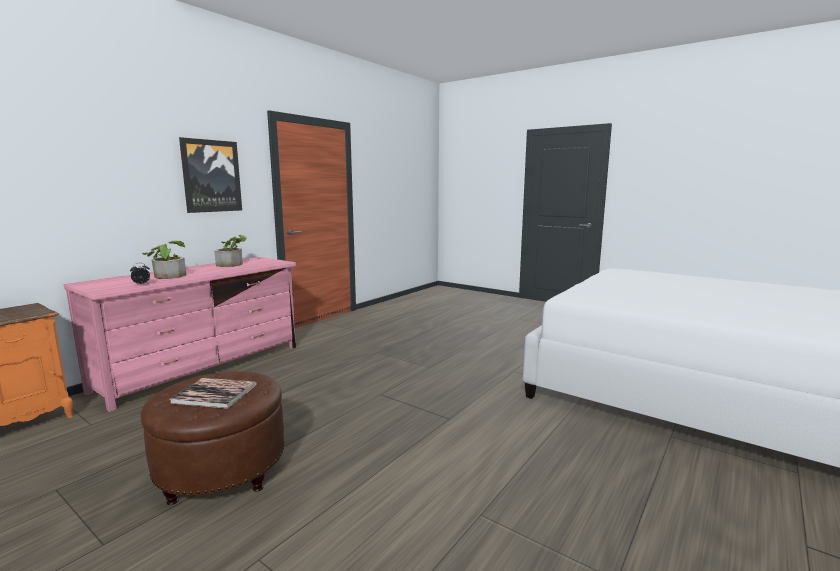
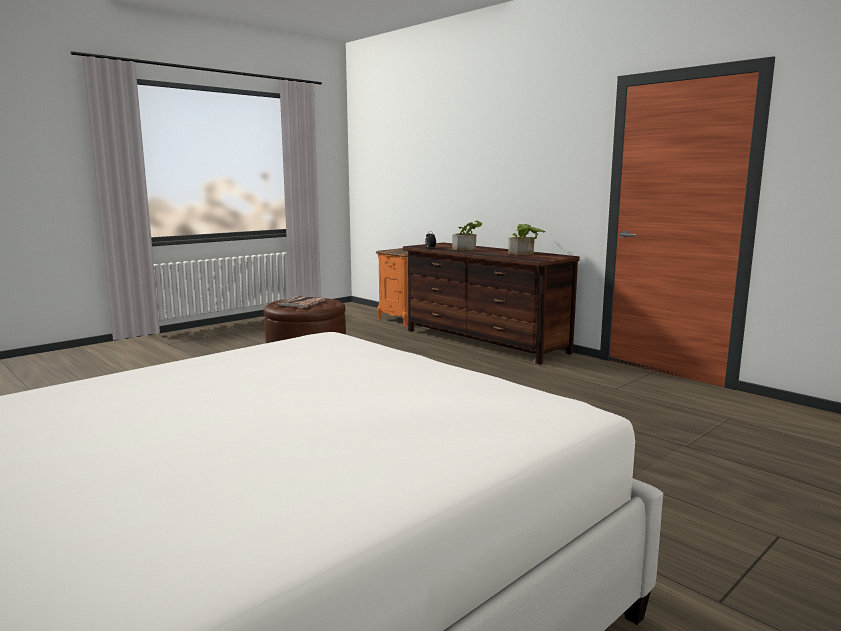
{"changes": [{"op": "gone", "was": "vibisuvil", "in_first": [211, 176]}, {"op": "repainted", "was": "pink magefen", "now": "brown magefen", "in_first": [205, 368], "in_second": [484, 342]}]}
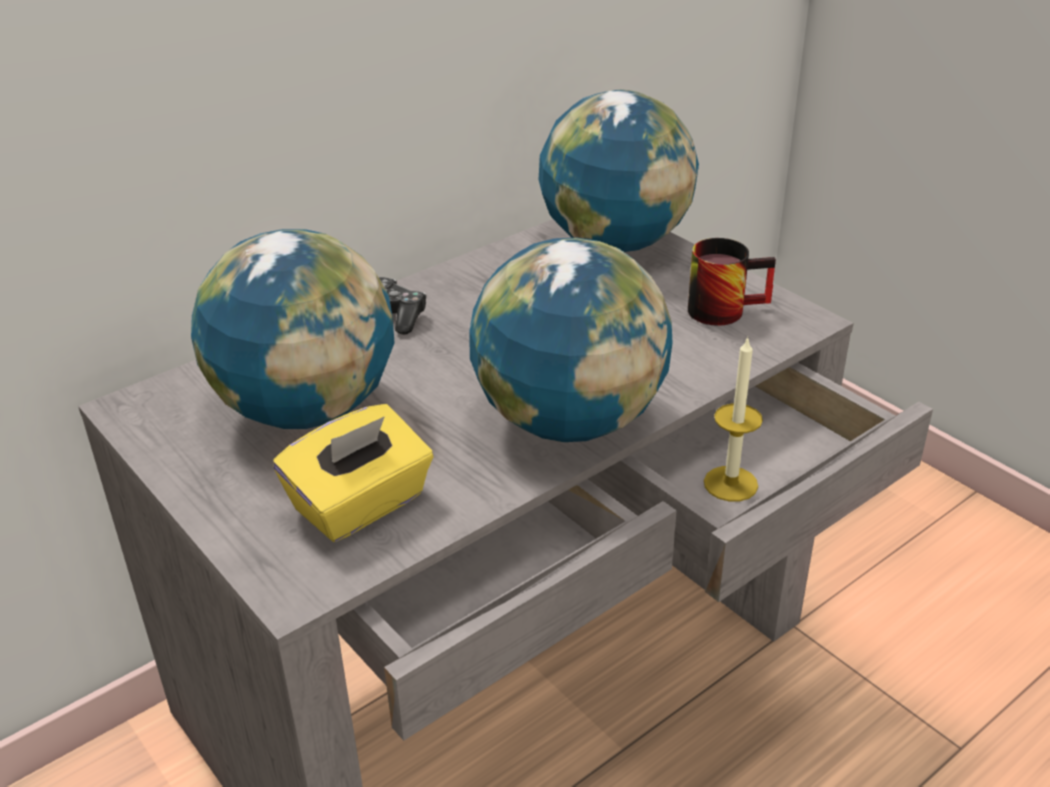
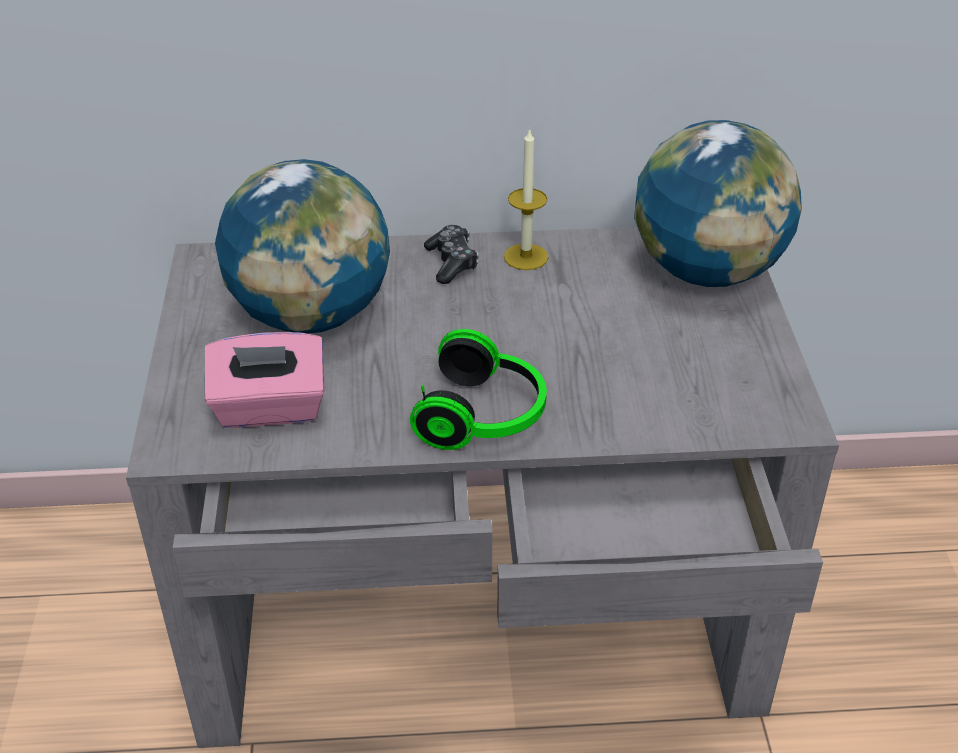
{"changes": [{"op": "swapped", "was": "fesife", "now": "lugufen", "in_first": [570, 421], "in_second": [484, 416]}, {"op": "gone", "was": "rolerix", "in_first": [724, 307]}, {"op": "shifted", "was": "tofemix", "in_first": [730, 483], "in_second": [526, 257]}, {"op": "repainted", "was": "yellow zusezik", "now": "pink zusezik", "in_first": [361, 505], "in_second": [270, 408]}]}
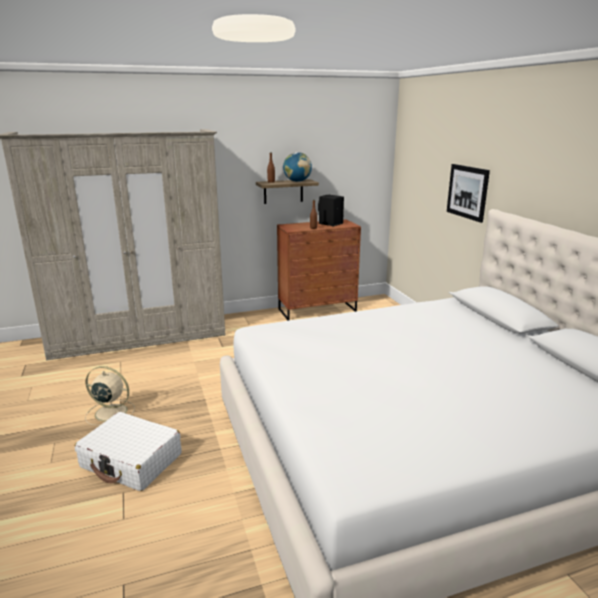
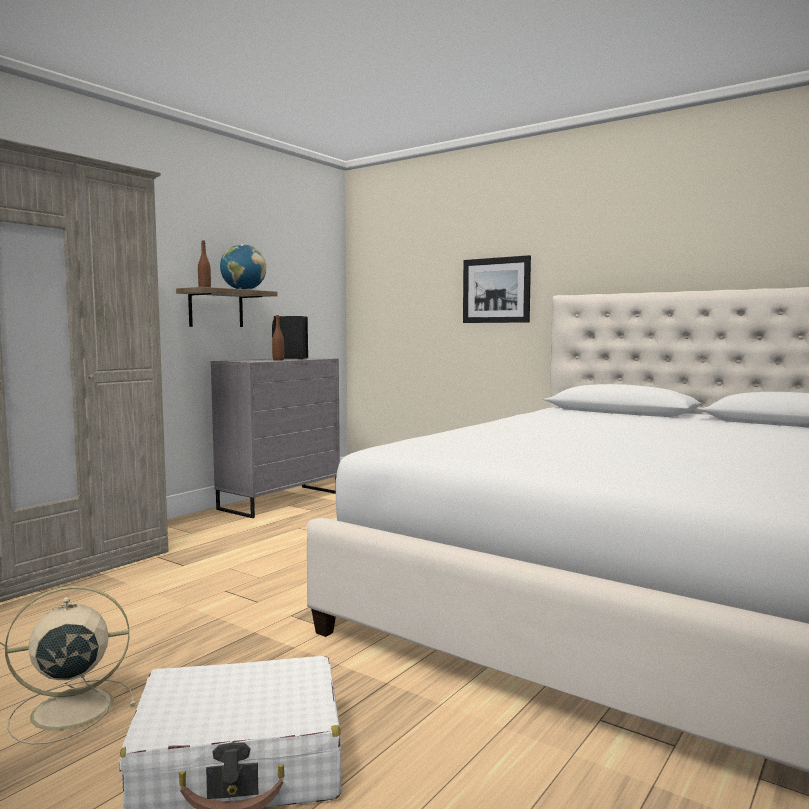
{"changes": [{"op": "repainted", "was": "brown magefen", "now": "grey magefen", "in_first": [317, 310], "in_second": [280, 501]}]}
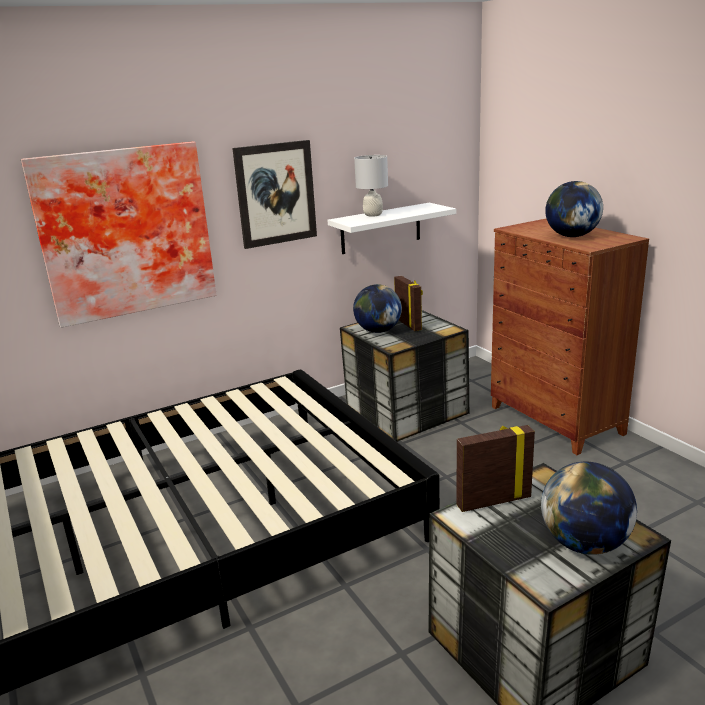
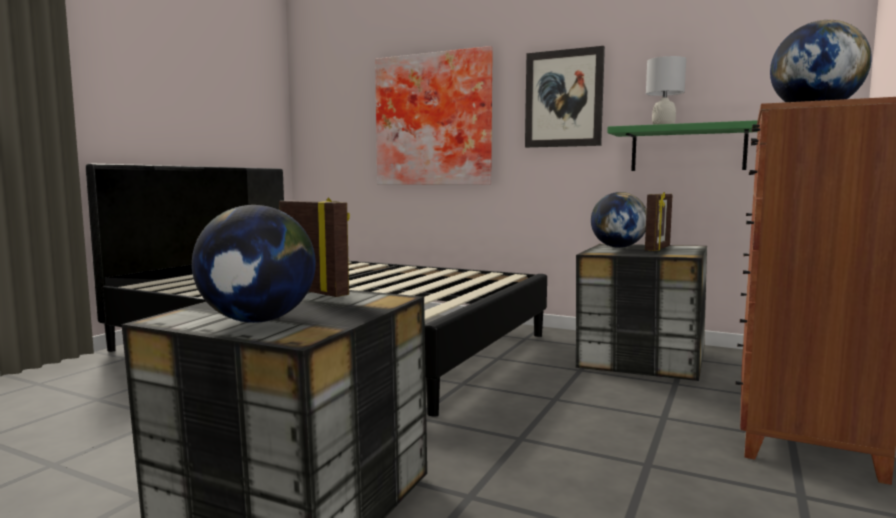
{"changes": [{"op": "repainted", "was": "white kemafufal", "now": "green kemafufal", "in_first": [381, 228], "in_second": [687, 149]}]}
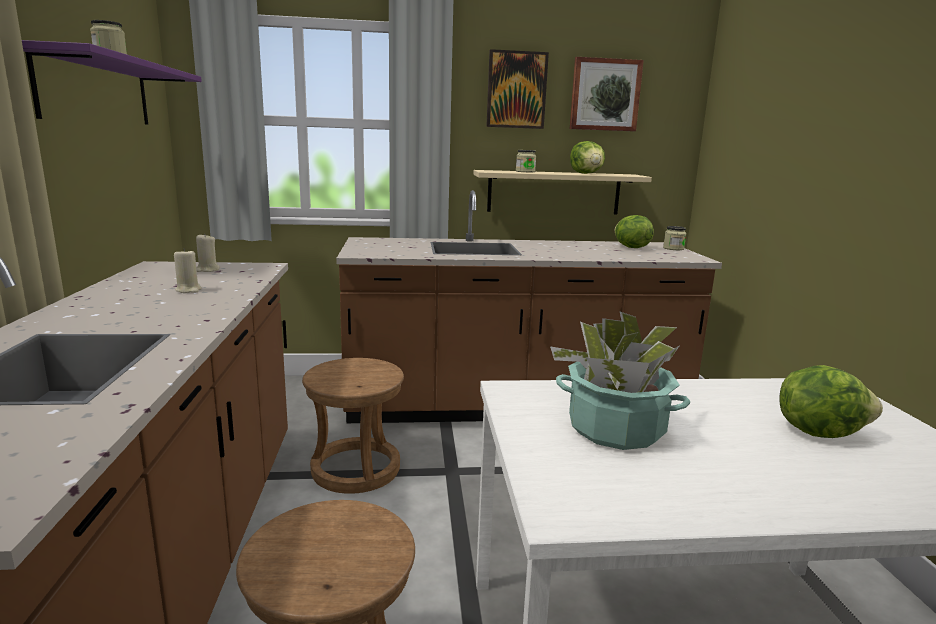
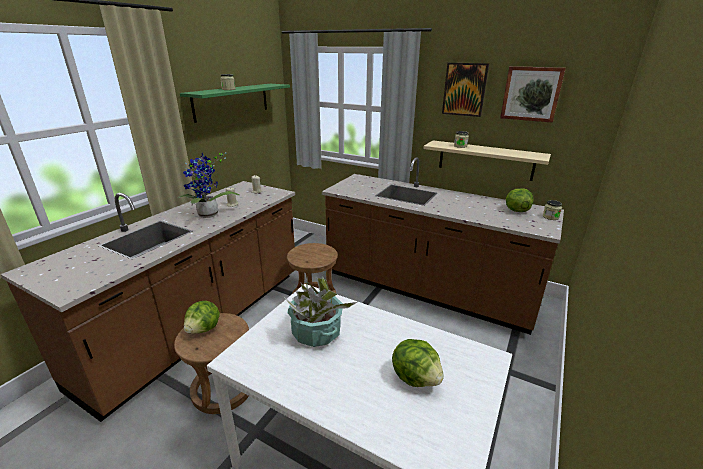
{"changes": [{"op": "repainted", "was": "purple kemafufal", "now": "green kemafufal", "in_first": [96, 91], "in_second": [232, 101]}, {"op": "shifted", "was": "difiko", "in_first": [586, 173], "in_second": [204, 329]}, {"op": "new", "now": "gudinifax", "in_second": [208, 216]}]}
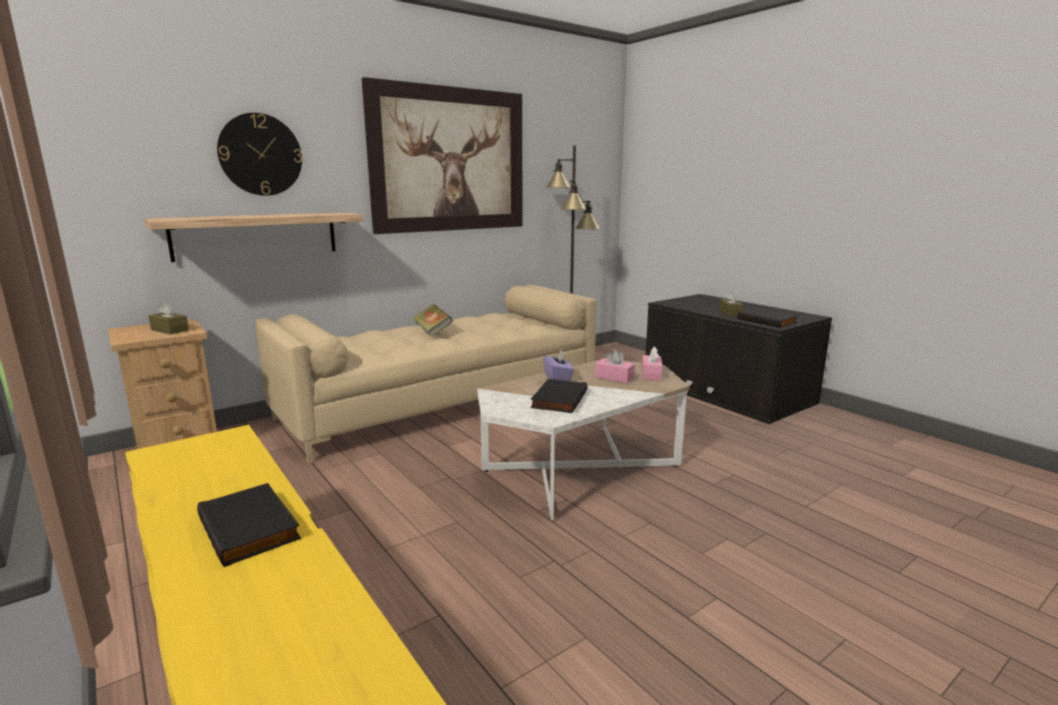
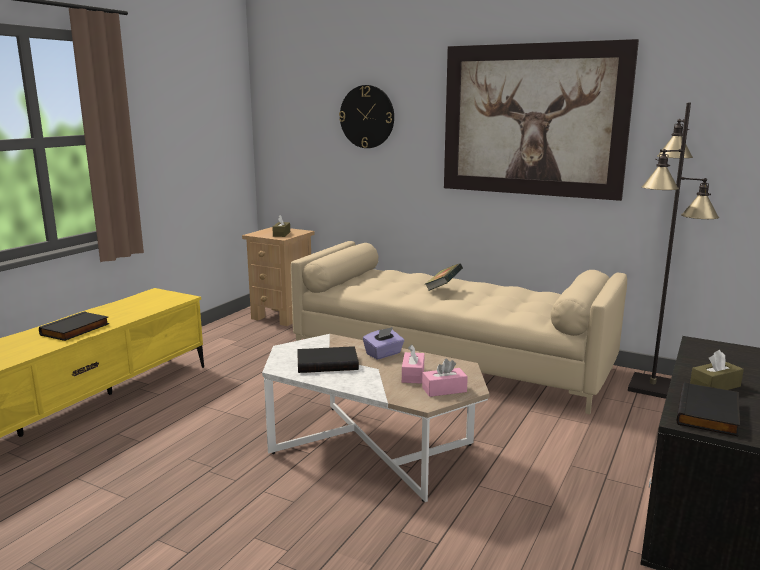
{"changes": [{"op": "gone", "was": "kemafufal", "in_first": [256, 235]}]}
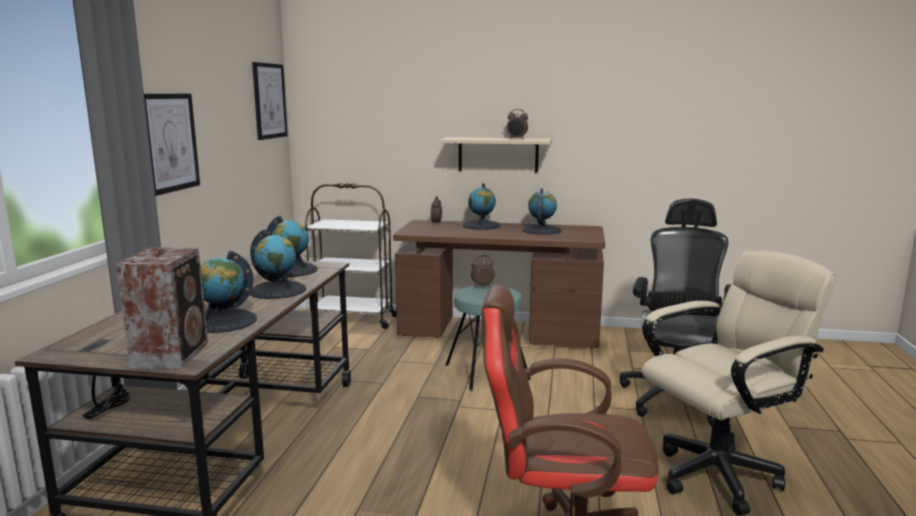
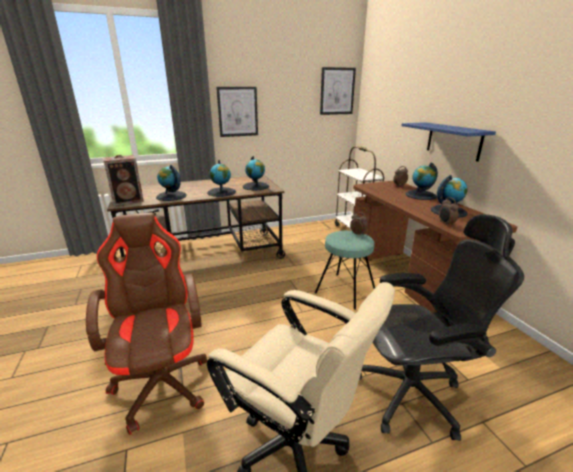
{"changes": [{"op": "shifted", "was": "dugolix", "in_first": [517, 138], "in_second": [445, 224]}, {"op": "repainted", "was": "beige kemafufal", "now": "blue kemafufal", "in_first": [498, 154], "in_second": [453, 141]}]}
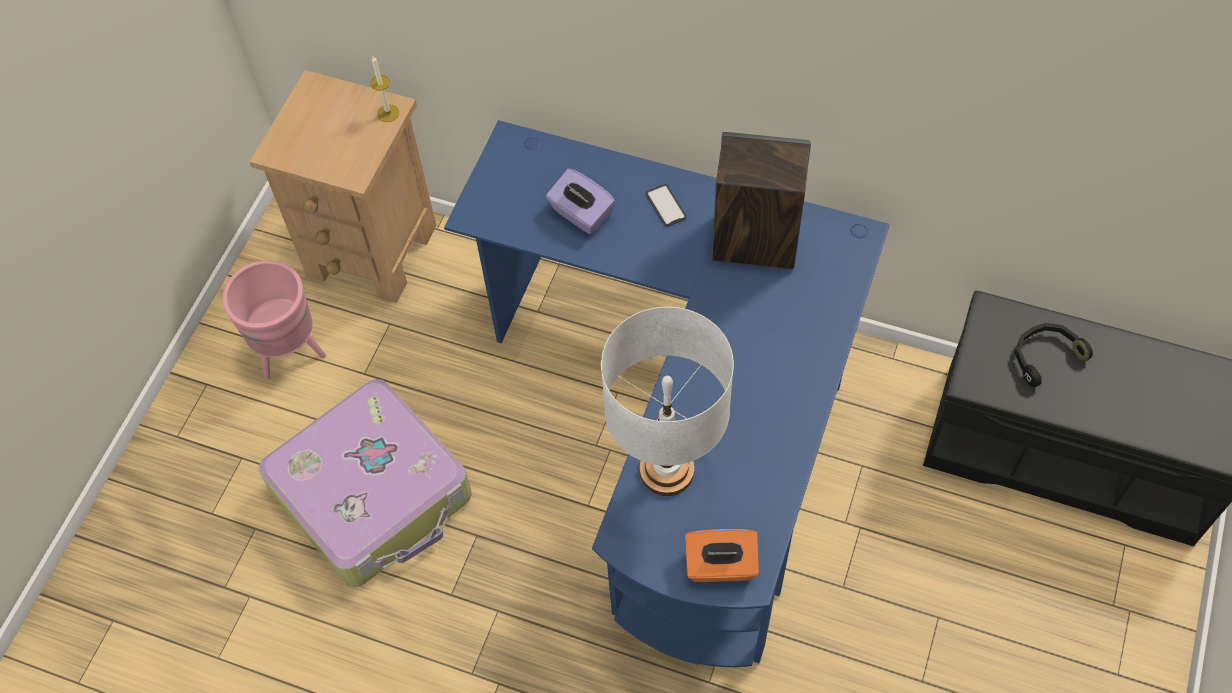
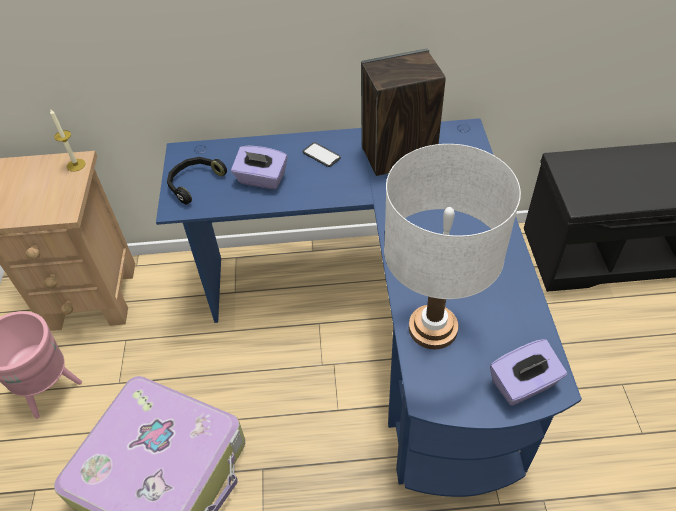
{"changes": [{"op": "shifted", "was": "black lugufen", "in_first": [1044, 356], "in_second": [194, 183]}, {"op": "repainted", "was": "orange zusezik", "now": "purple zusezik", "in_first": [721, 566], "in_second": [523, 384]}]}
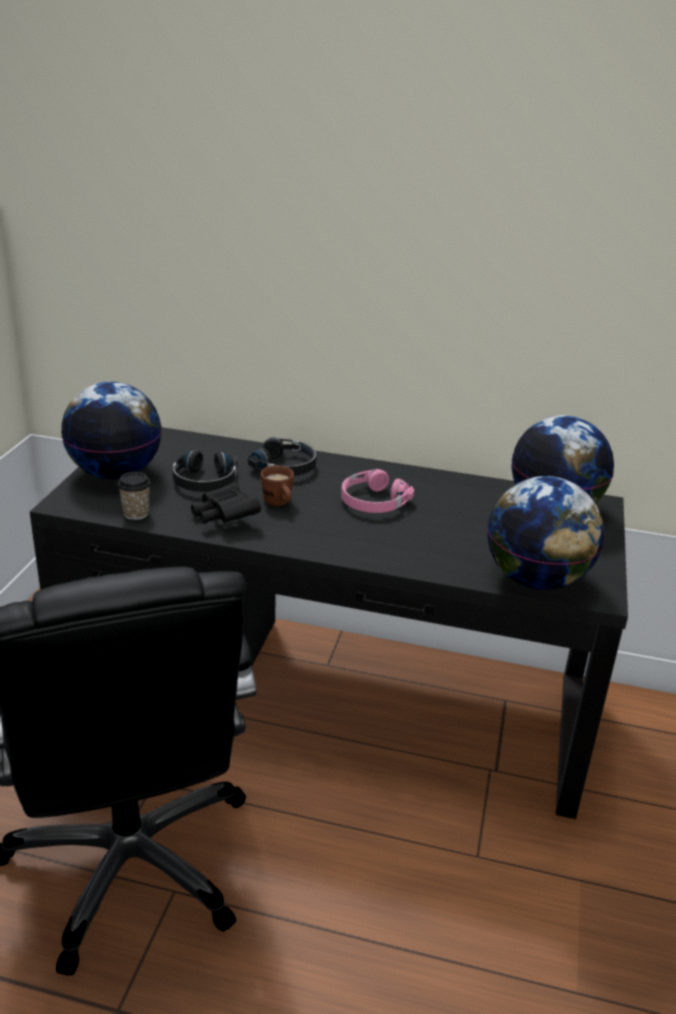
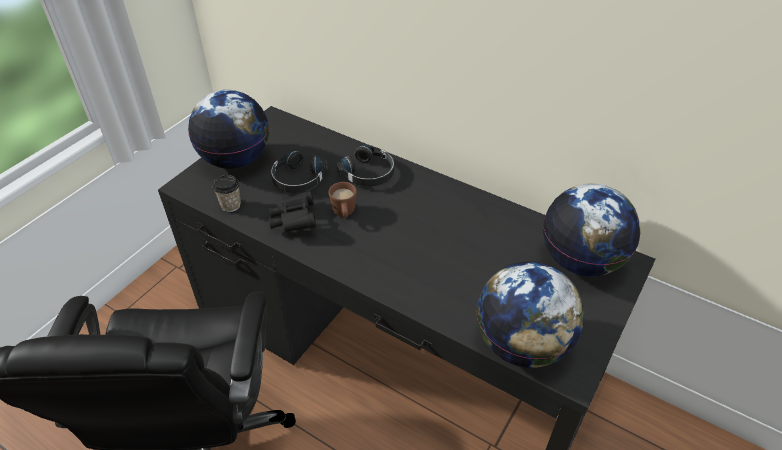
{"changes": [{"op": "gone", "was": "pink lugufen", "in_first": [372, 501]}]}
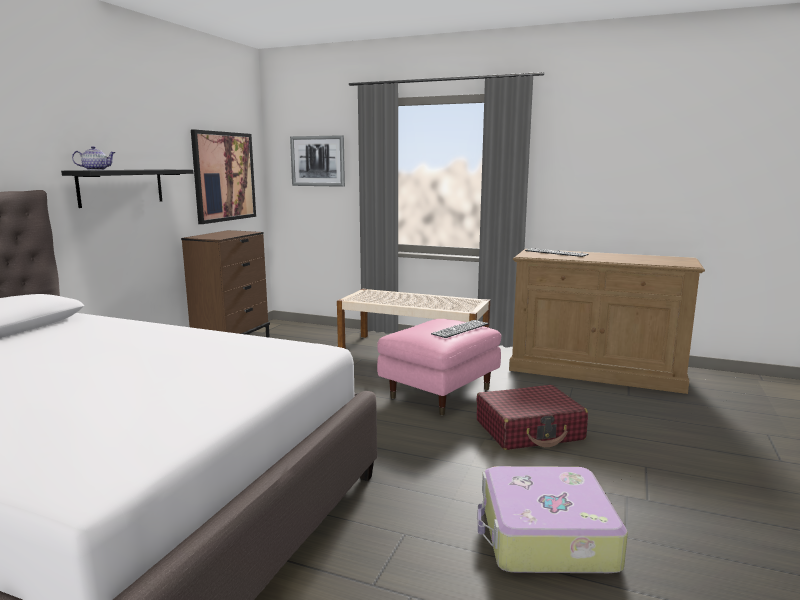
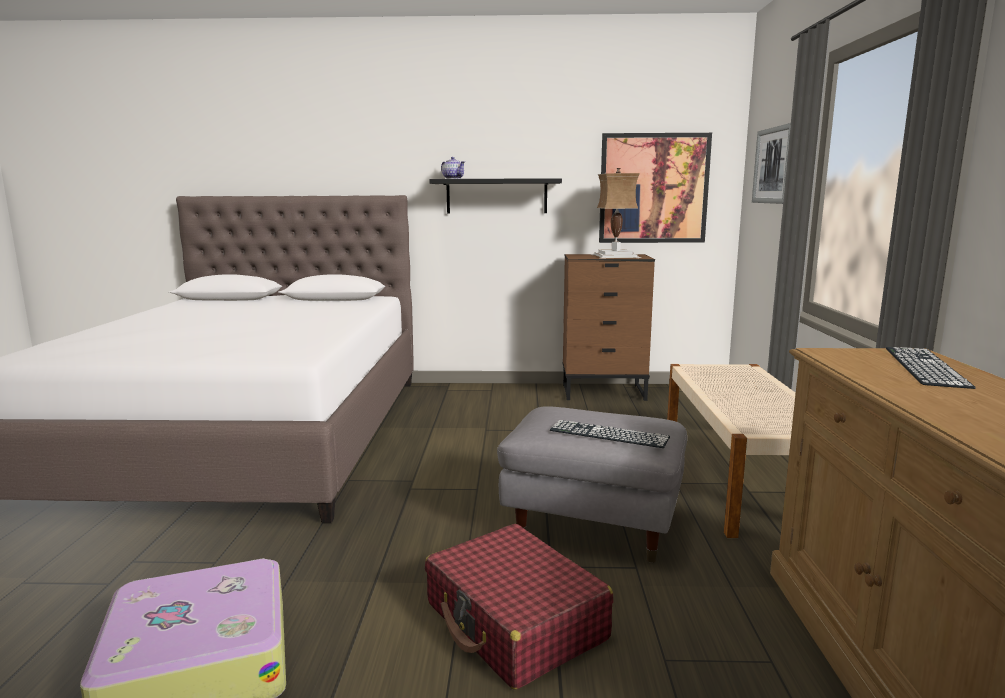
{"changes": [{"op": "repainted", "was": "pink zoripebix", "now": "grey zoripebix", "in_first": [439, 394], "in_second": [591, 525]}, {"op": "new", "now": "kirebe", "in_second": [616, 256]}]}
